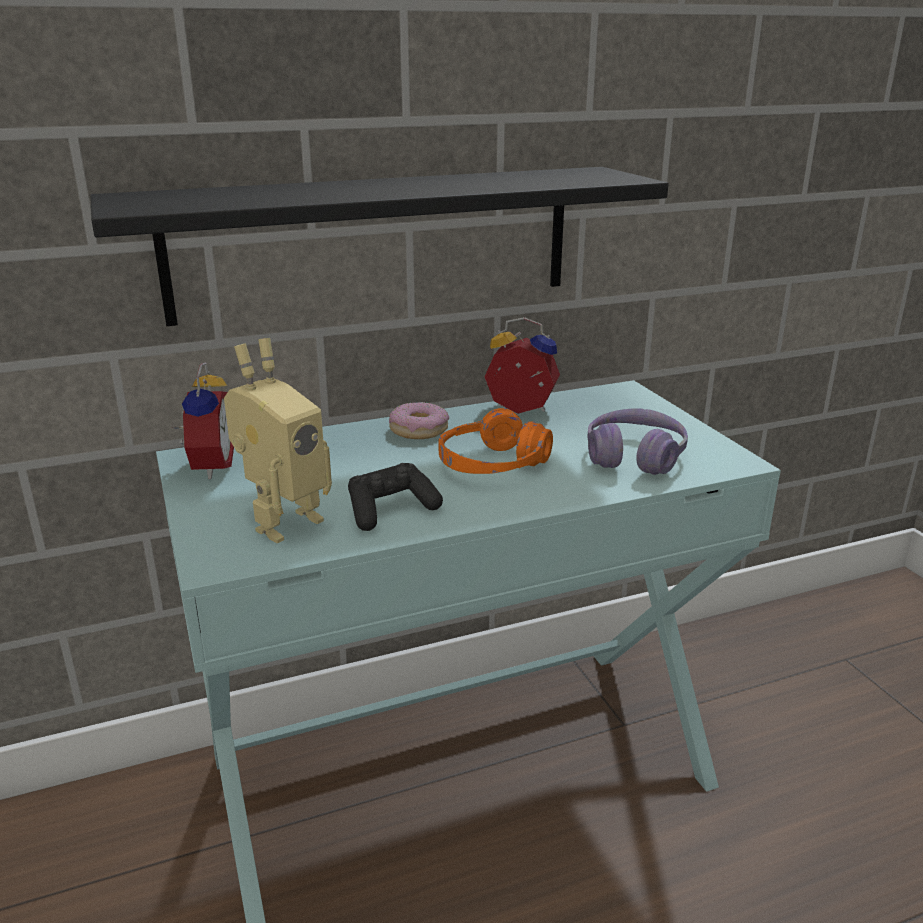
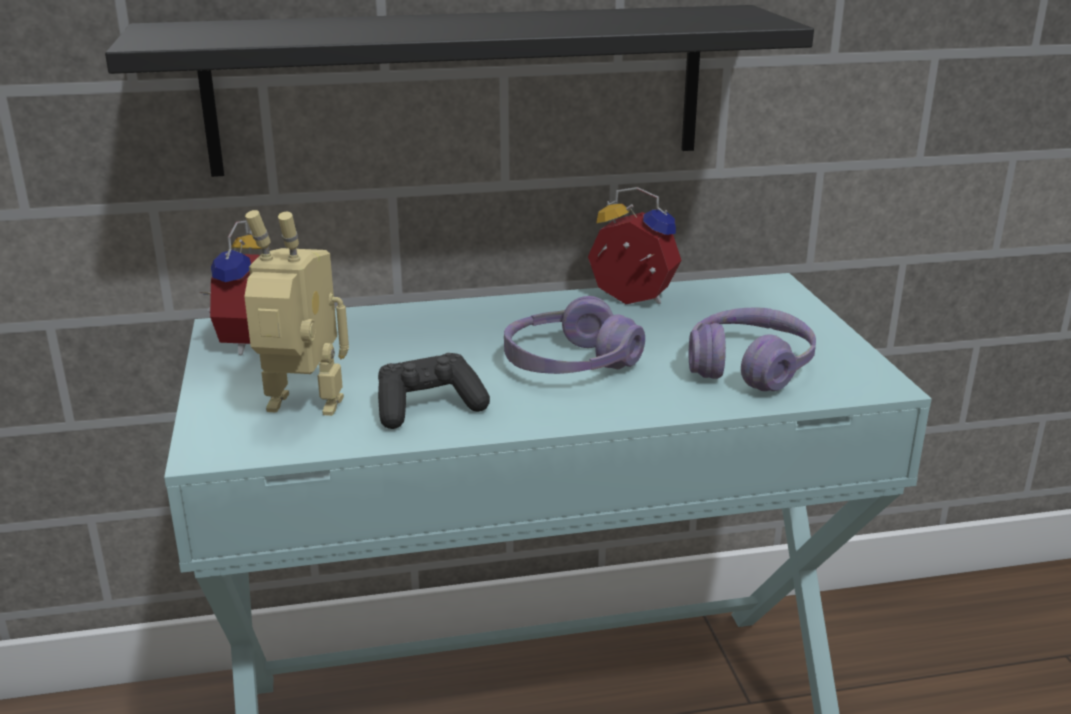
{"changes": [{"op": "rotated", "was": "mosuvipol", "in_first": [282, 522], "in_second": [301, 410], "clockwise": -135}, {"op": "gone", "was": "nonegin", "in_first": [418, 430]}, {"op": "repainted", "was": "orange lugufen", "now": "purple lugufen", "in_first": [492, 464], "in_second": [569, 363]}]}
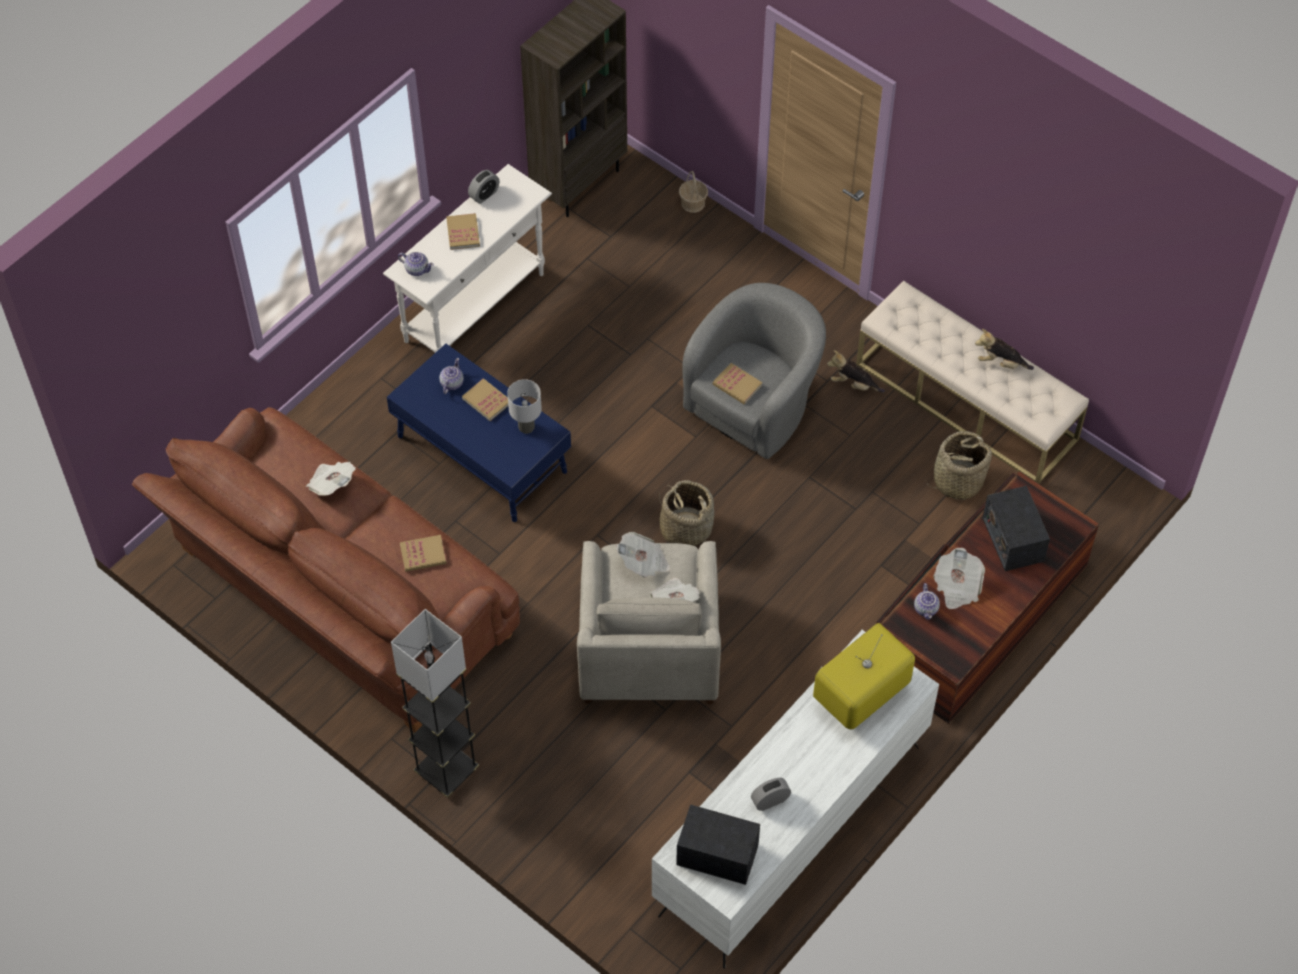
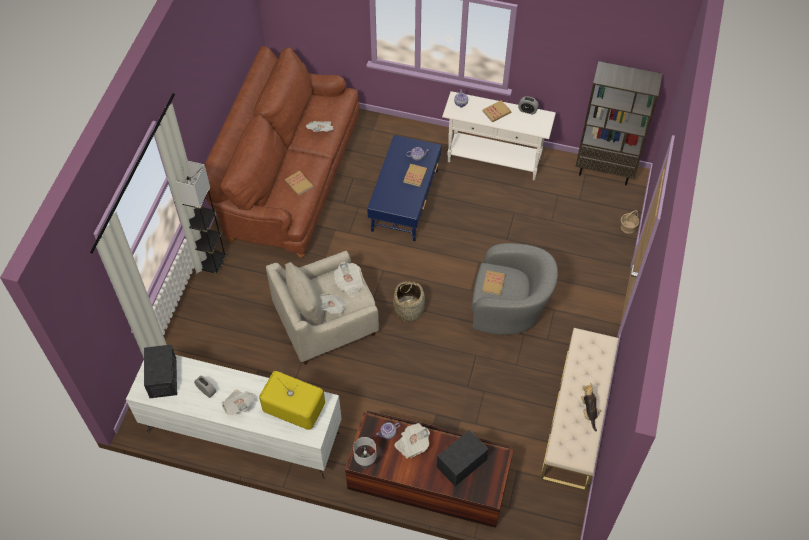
{"changes": [{"op": "gone", "was": "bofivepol", "in_first": [853, 384]}, {"op": "shifted", "was": "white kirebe", "in_first": [525, 428], "in_second": [365, 463]}, {"op": "gone", "was": "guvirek", "in_first": [957, 480]}, {"op": "new", "now": "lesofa", "in_second": [238, 405]}]}
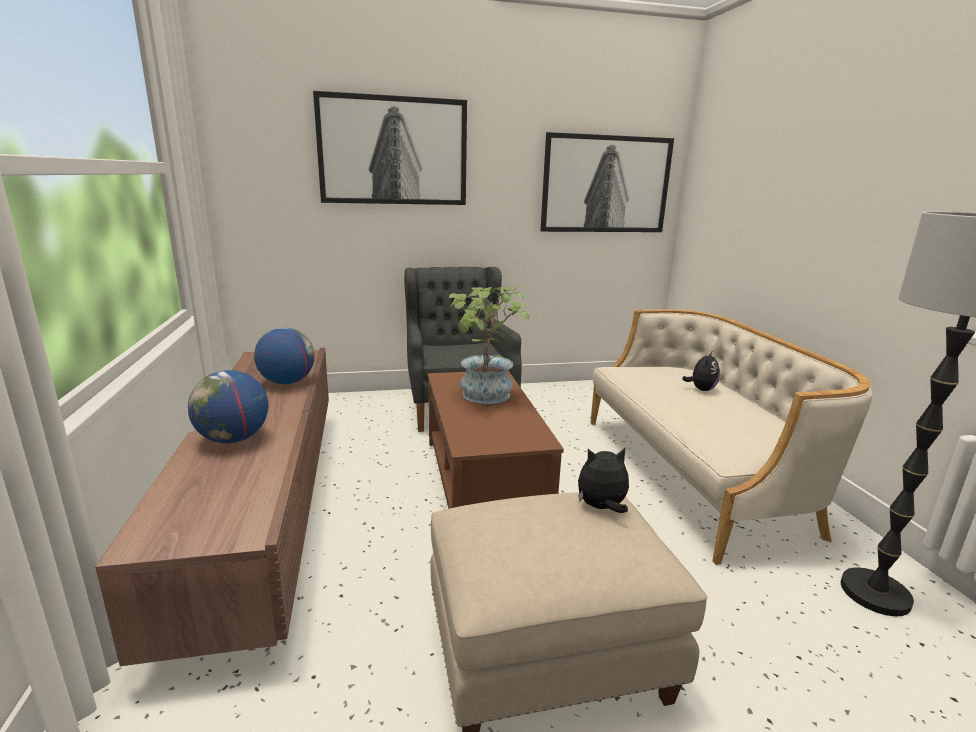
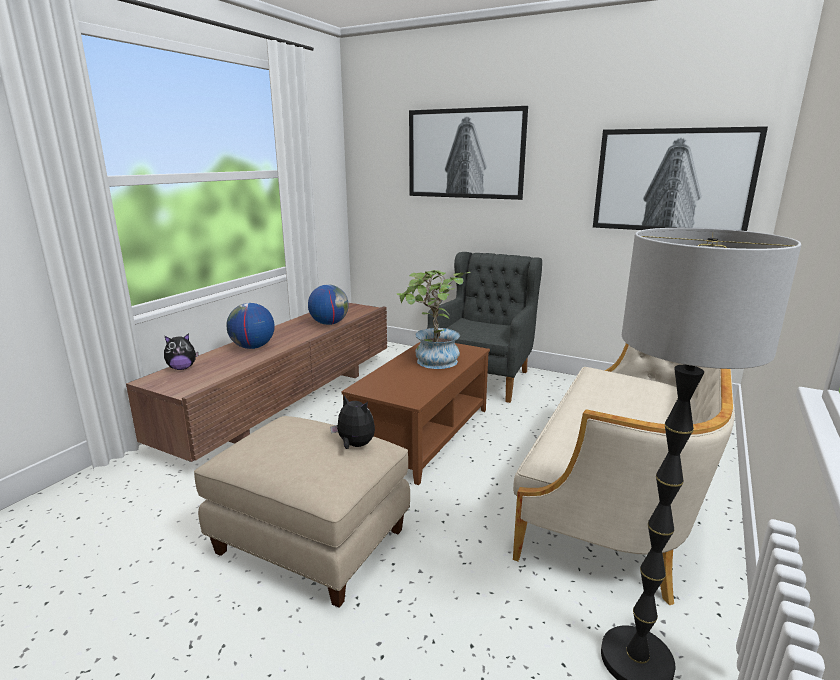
{"changes": [{"op": "shifted", "was": "bofivepol", "in_first": [701, 389], "in_second": [182, 368]}]}
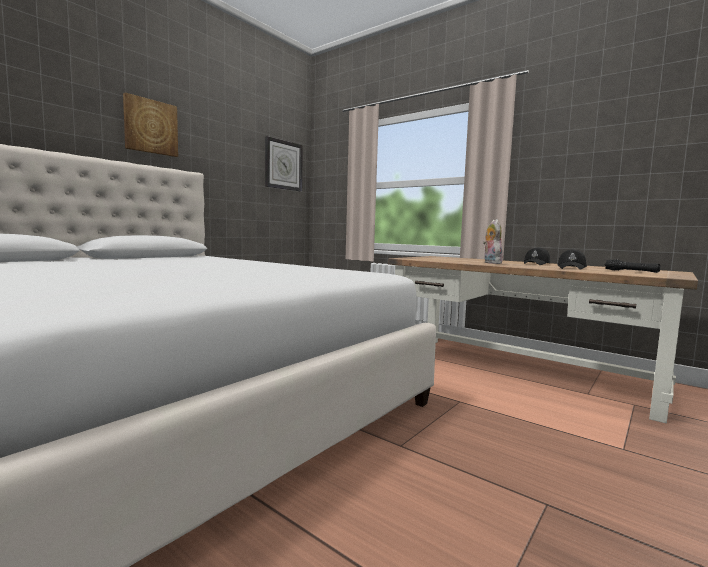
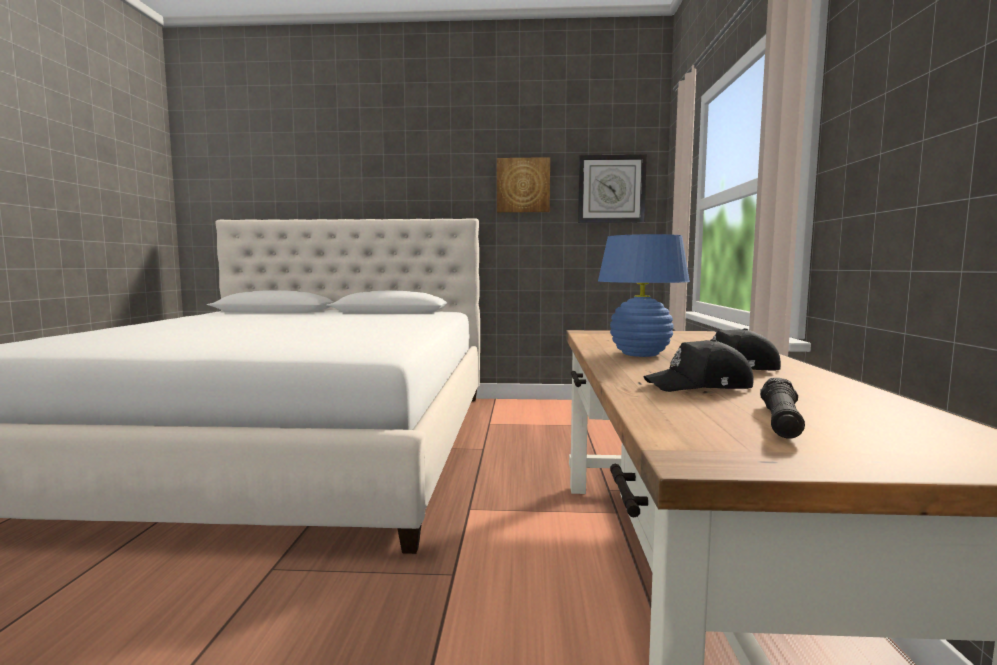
{"changes": [{"op": "shifted", "was": "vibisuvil", "in_first": [150, 127], "in_second": [523, 185]}, {"op": "swapped", "was": "bofivepol", "now": "blue kirebe", "in_first": [490, 263], "in_second": [640, 354]}]}
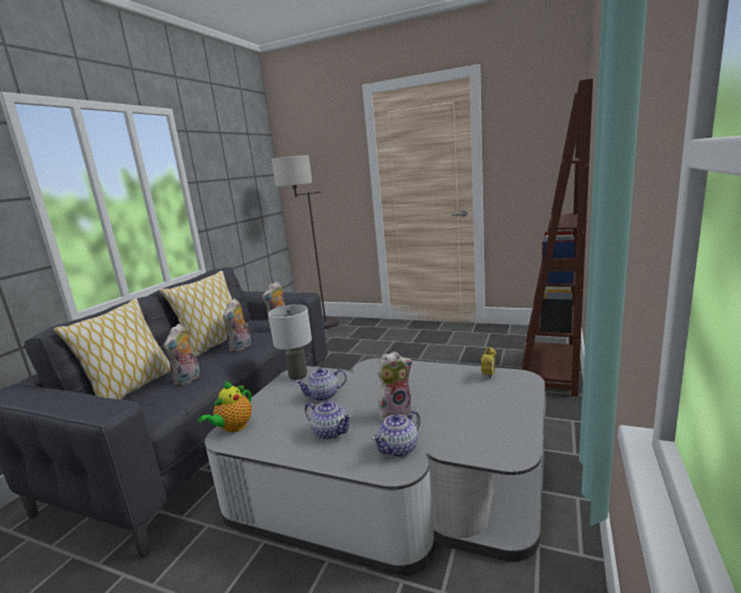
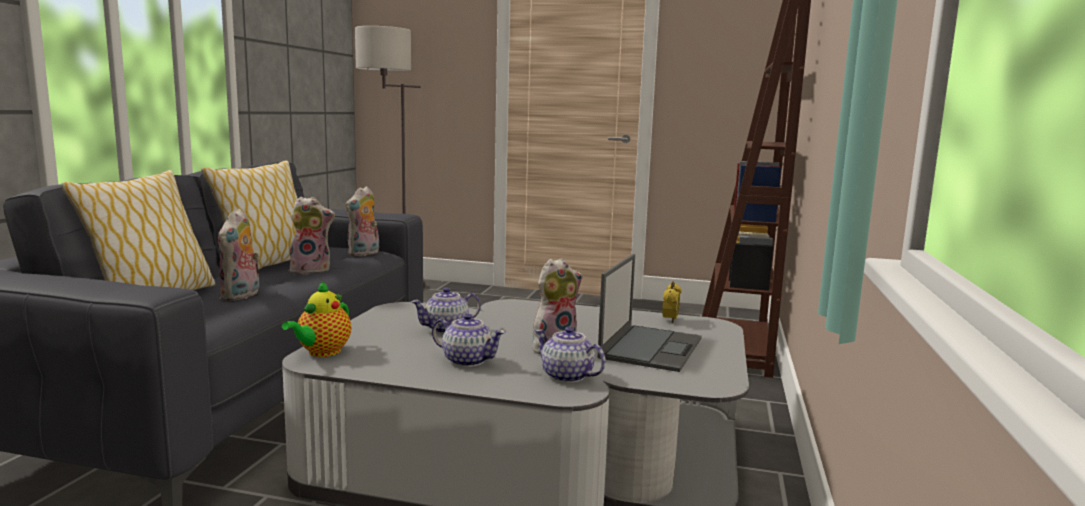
{"changes": [{"op": "rotated", "was": "bofivepol", "in_first": [241, 347], "in_second": [312, 271], "clockwise": -105}, {"op": "gone", "was": "white kirebe", "in_first": [299, 376]}, {"op": "rotated", "was": "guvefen", "in_first": [399, 448], "in_second": [567, 376], "clockwise": 90}, {"op": "new", "now": "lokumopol", "in_second": [651, 347]}]}
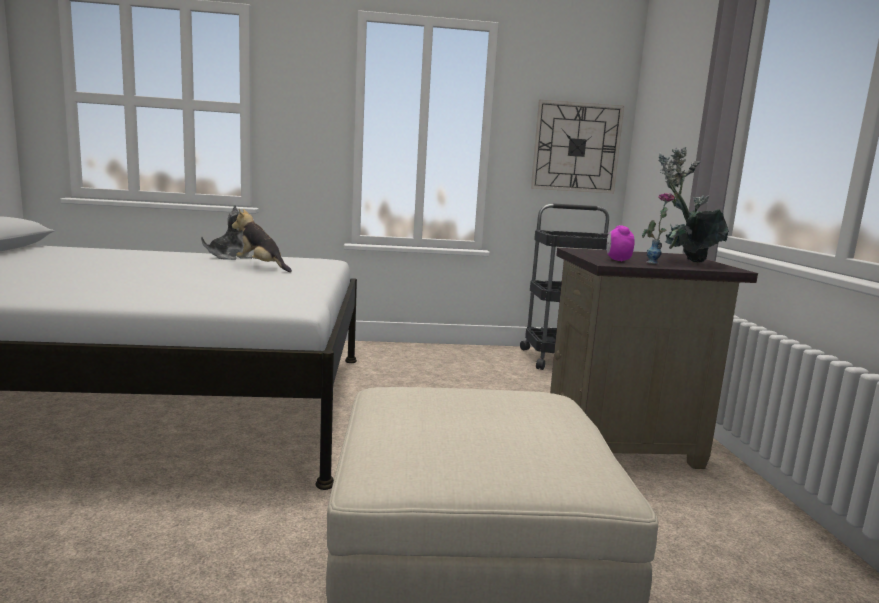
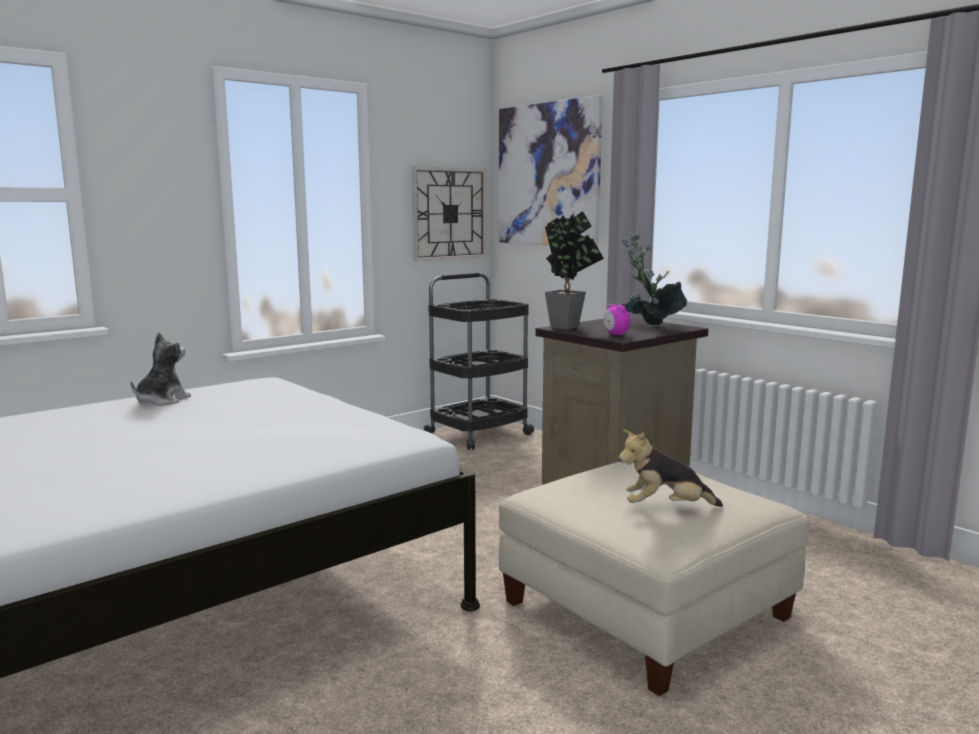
{"changes": [{"op": "gone", "was": "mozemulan", "in_first": [660, 264]}, {"op": "shifted", "was": "bofivepol", "in_first": [261, 267], "in_second": [665, 508]}, {"op": "new", "now": "vibisuvil", "in_second": [548, 175]}, {"op": "new", "now": "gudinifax", "in_second": [569, 326]}]}
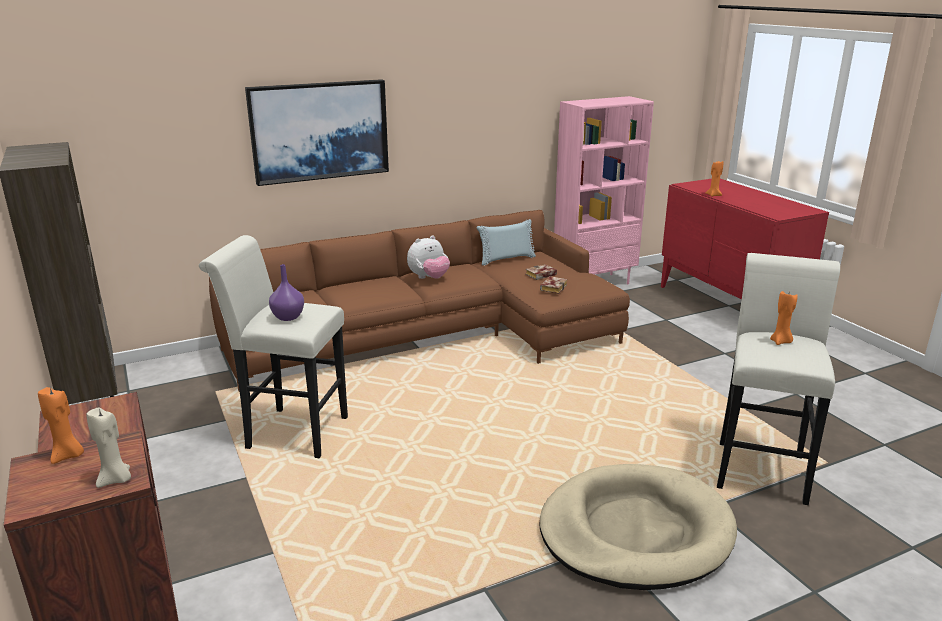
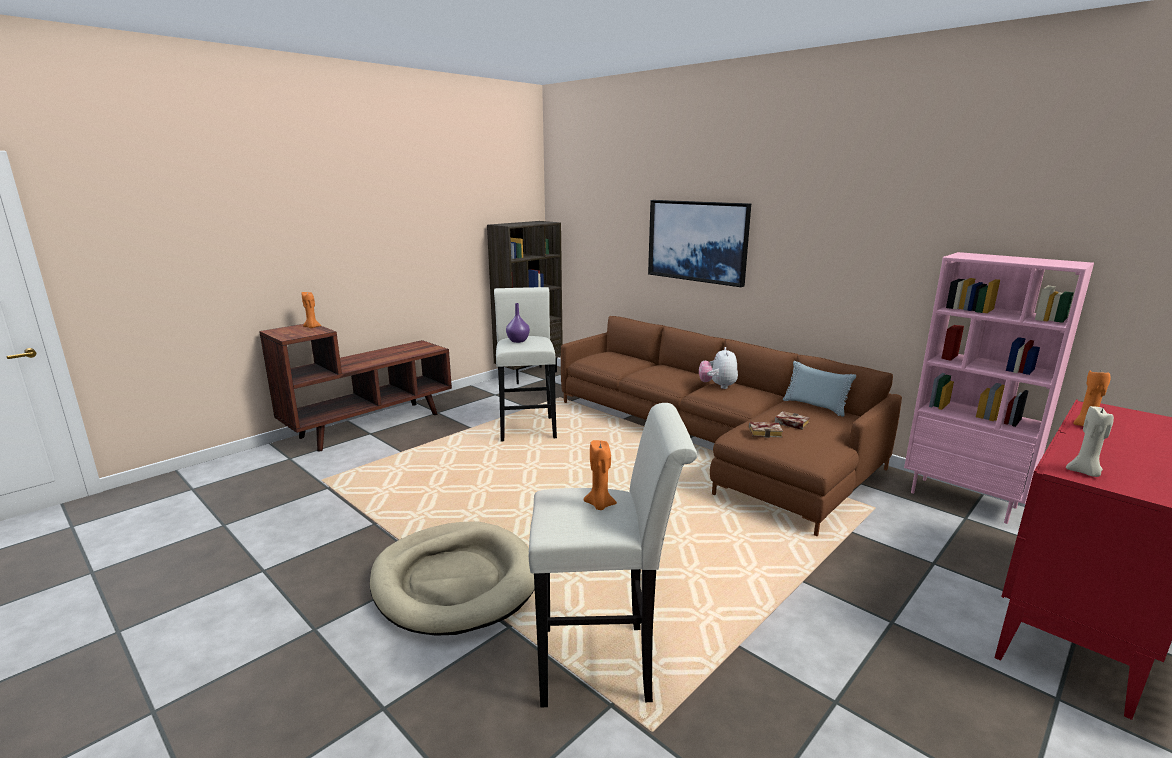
{"changes": [{"op": "rotated", "was": "bofivepol", "in_first": [429, 278], "in_second": [717, 386], "clockwise": 60}, {"op": "shifted", "was": "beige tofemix", "in_first": [116, 480], "in_second": [1084, 472]}]}
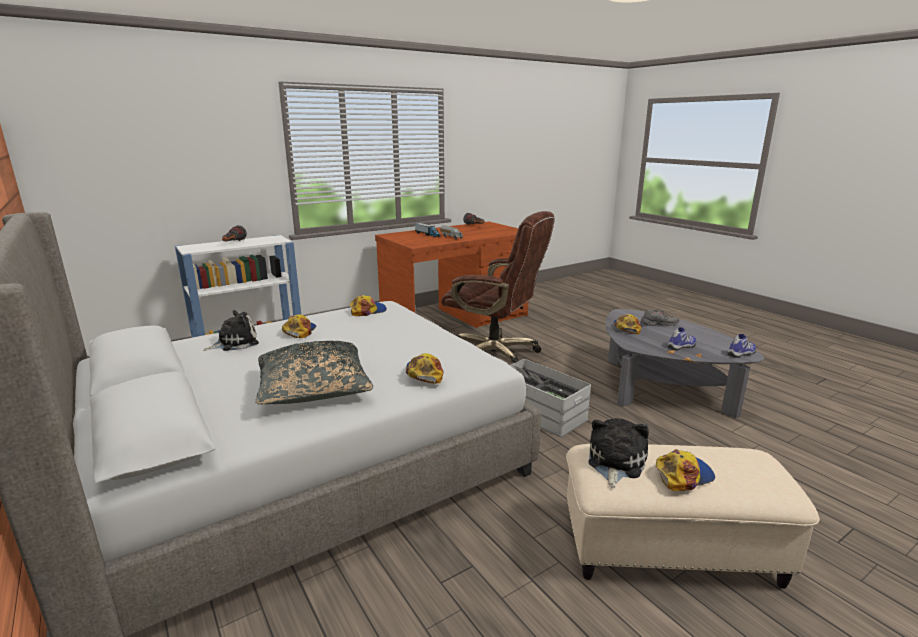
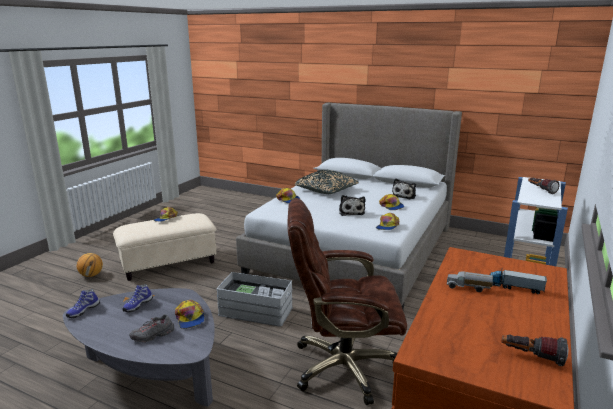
{"changes": [{"op": "shifted", "was": "bofivepol", "in_first": [615, 463], "in_second": [351, 212]}, {"op": "new", "now": "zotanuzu", "in_second": [91, 275]}]}
